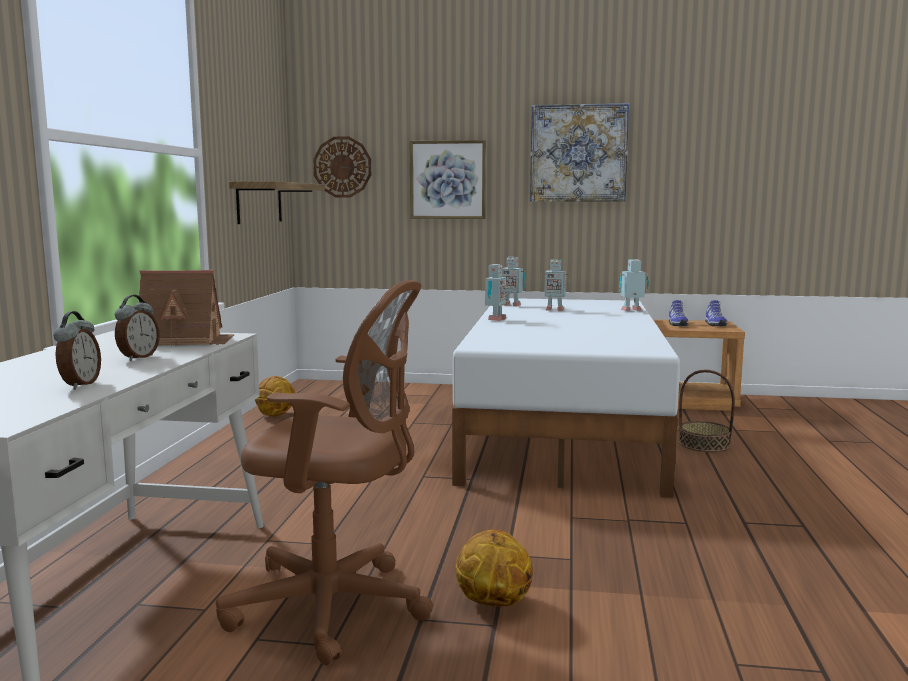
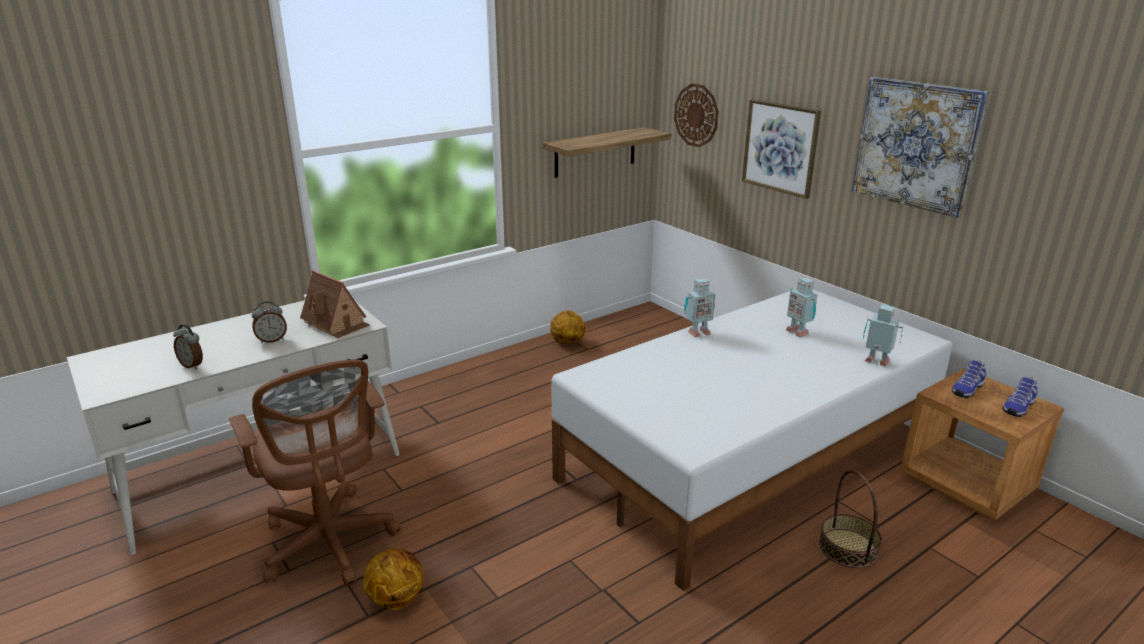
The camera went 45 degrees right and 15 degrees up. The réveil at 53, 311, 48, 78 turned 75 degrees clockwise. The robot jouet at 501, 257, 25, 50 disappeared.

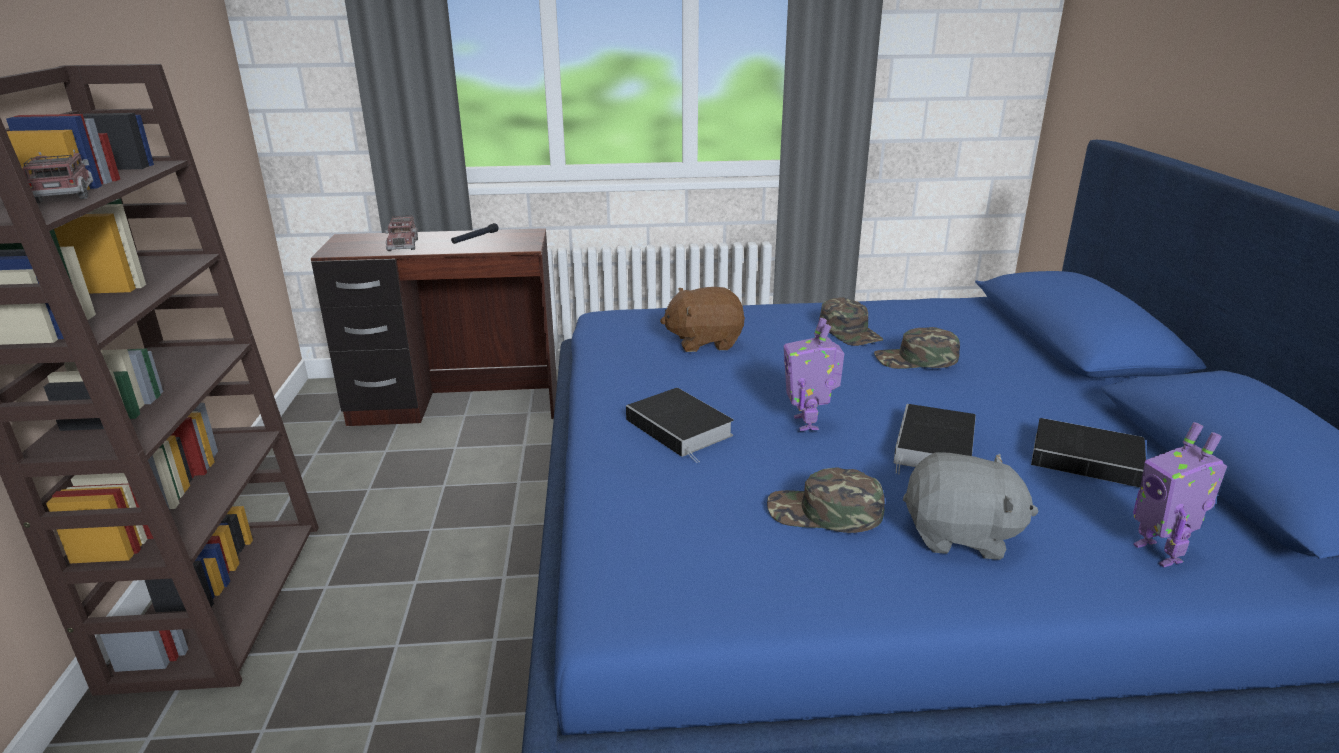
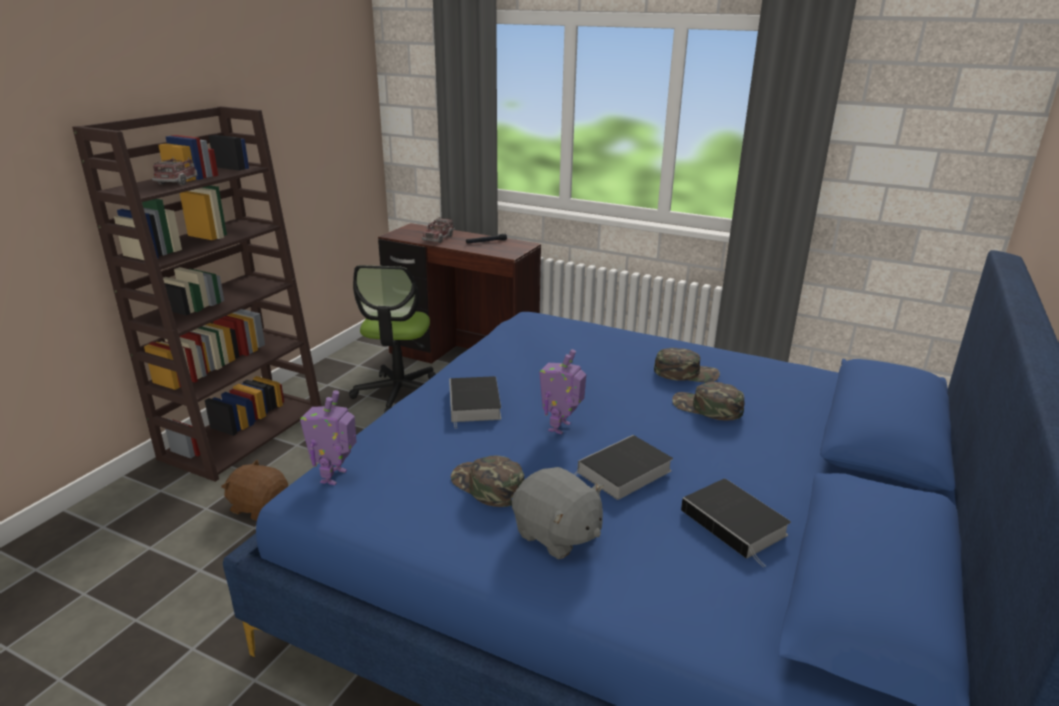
The camera went 30 degrees right and 0 degrees up. The peluche [marron] moved from 660, 287, 85, 65 to 221, 460, 67, 61. The casquette [vert] at 819, 297, 64, 49 turned 90 degrees counterclockwise. The robot jouet moved from 1133, 422, 94, 145 to 300, 390, 57, 95. The chaise de bureau at 349, 265, 87, 148 appeared.

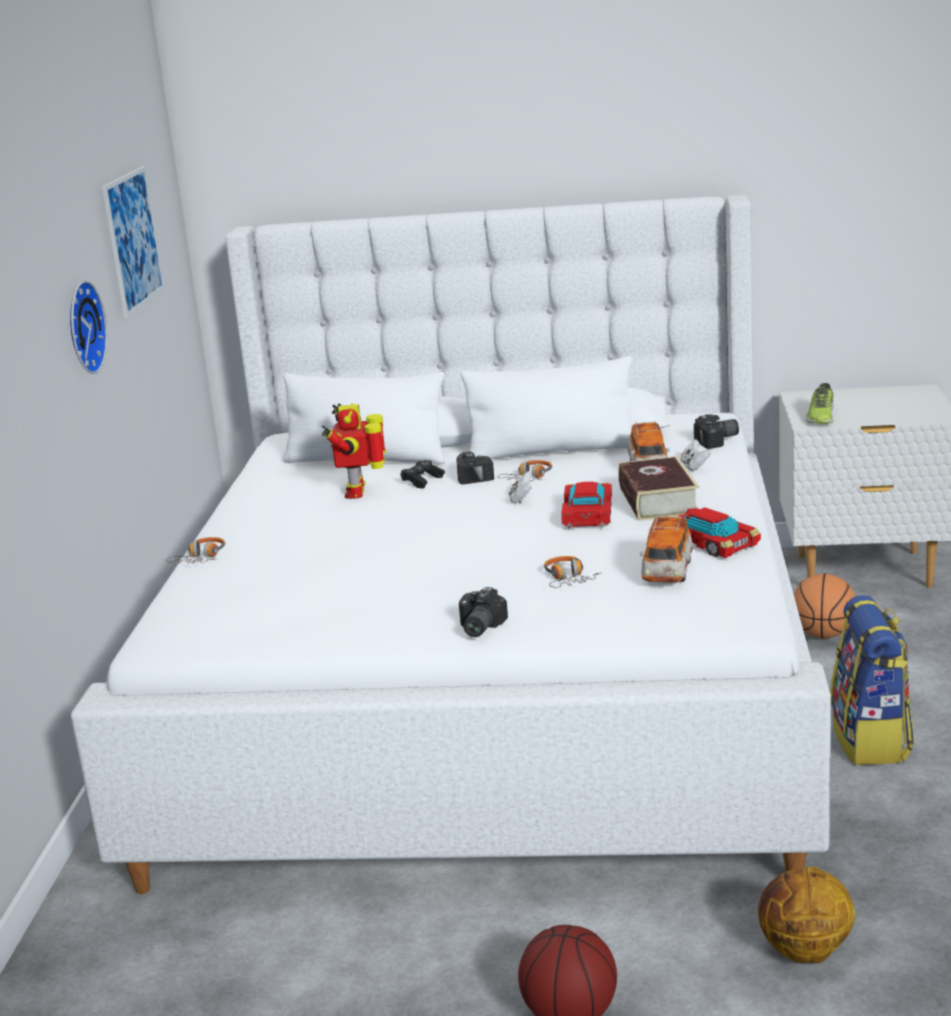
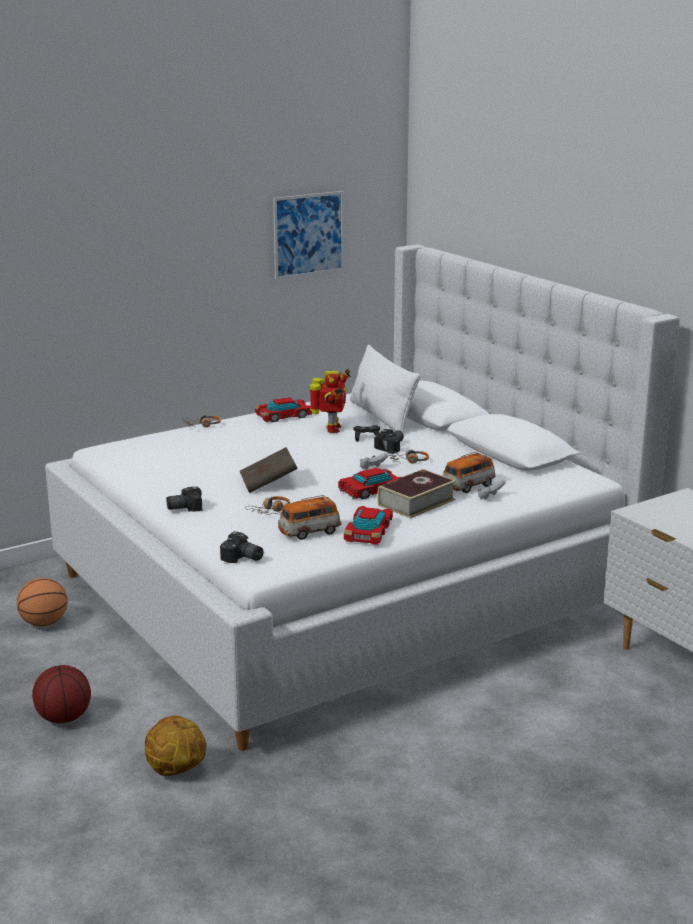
The camera went 50 degrees right and 0 degrees up. The horloge murale at 70, 281, 38, 93 disappeared. The robot jouet at 321, 403, 65, 96 turned 135 degrees clockwise. The coussin [blanc] at 461, 356, 172, 103 disappeared. The appareil photo moved from 694, 415, 45, 34 to 220, 531, 44, 32. The ballon de basket moved from 794, 573, 61, 65 to 16, 578, 52, 48. The chaussure at 806, 383, 28, 41 disappeared. The sac à dos at 830, 595, 85, 170 disappeared. The livre [marron] at 240, 447, 58, 46 appeared. The petite voiture at 255, 397, 57, 25 appeared.

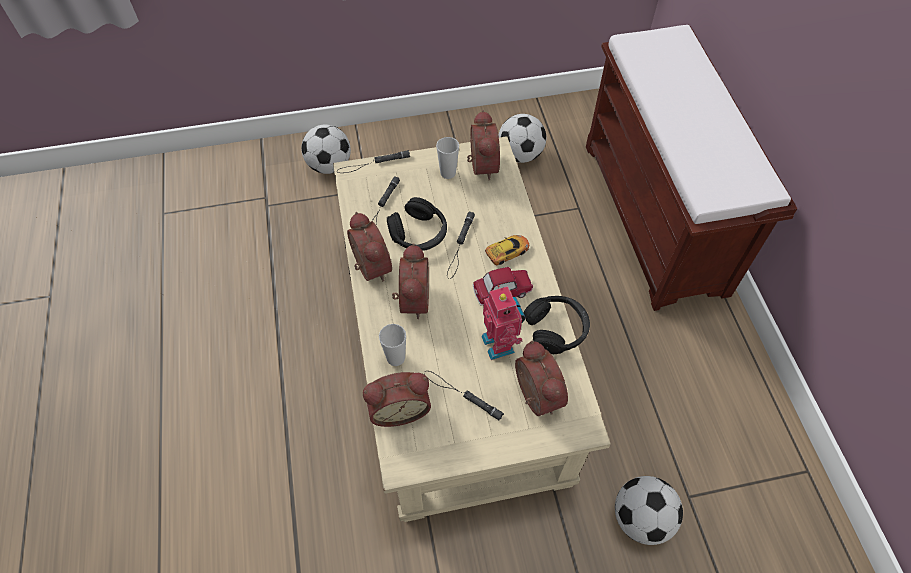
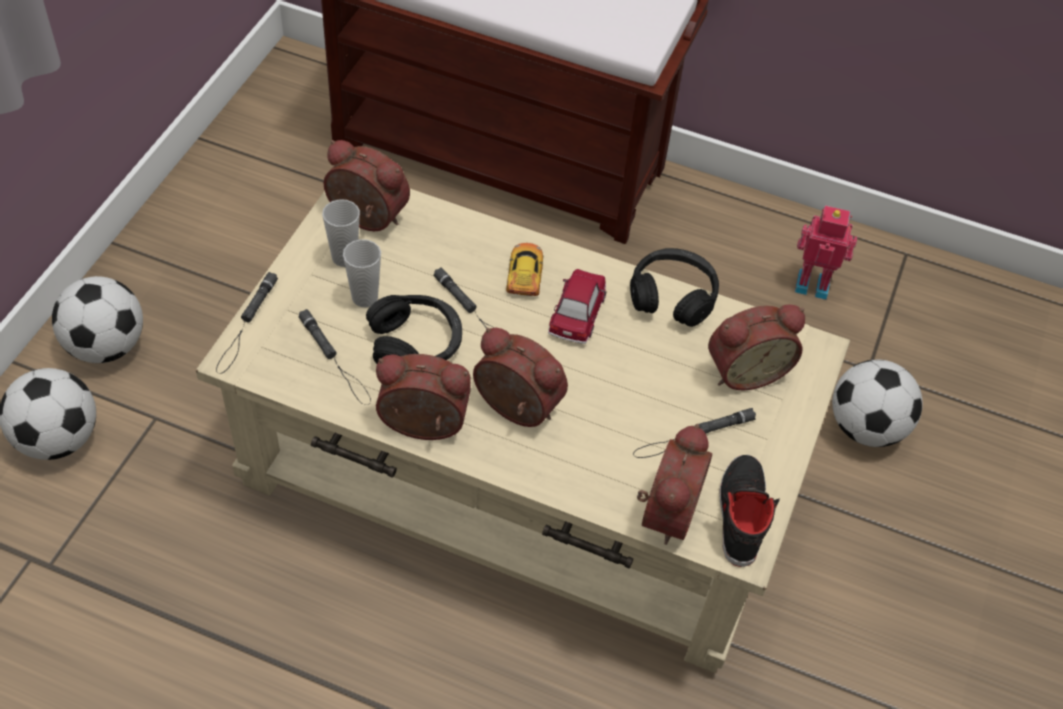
The camera went 60 degrees left and 5 degrees down. The tasse moved from 379, 324, 27, 42 to 343, 239, 38, 68. The robot jouet moved from 481, 285, 44, 75 to 795, 205, 62, 95. The ballon de foot moved from 499, 114, 47, 49 to 52, 276, 91, 87. The réveil at 515, 340, 53, 76 turned 150 degrees clockwise. The chaussure [noir] at 720, 455, 60, 112 appeared.

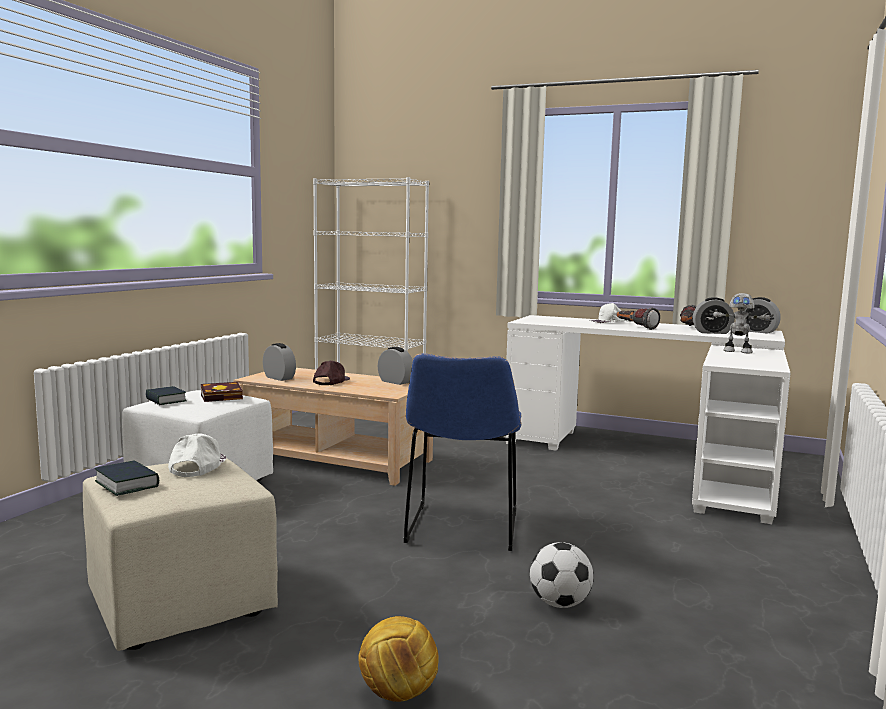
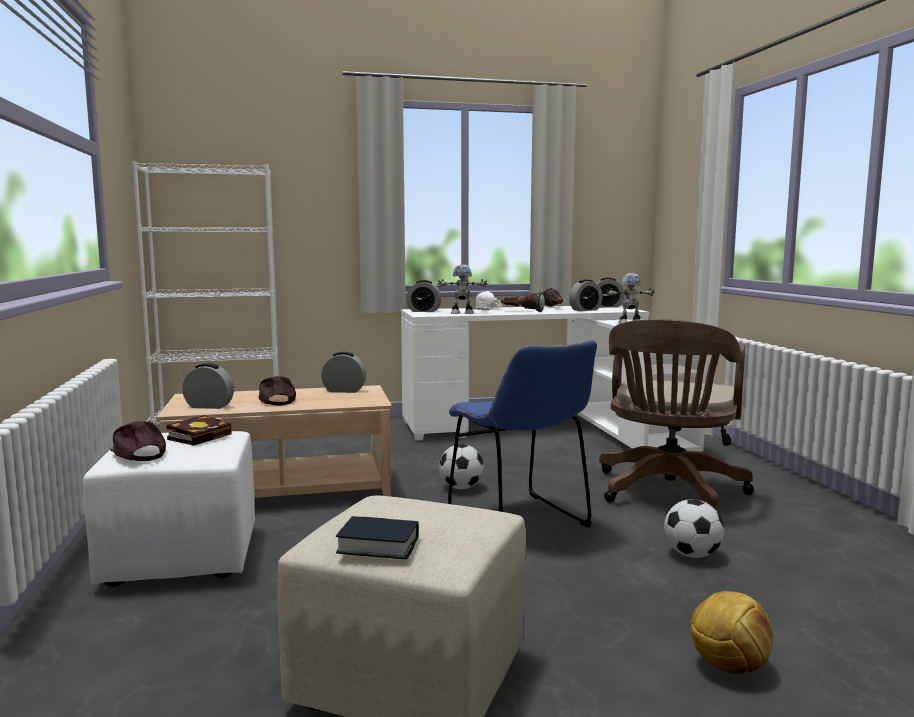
The camera went 35 degrees left and 0 degrees up. The livre at 146, 386, 41, 19 was replaced by the casquette [marron] at 110, 421, 56, 40. The casquette [blanc] at 168, 433, 58, 44 disappeared. The réveil at 406, 280, 35, 32 appeared. The robot jouet at 437, 264, 50, 50 appeared. The ballon de foot at 439, 444, 45, 45 appeared. The chaise de bureau [marron] at 599, 319, 155, 189 appeared.

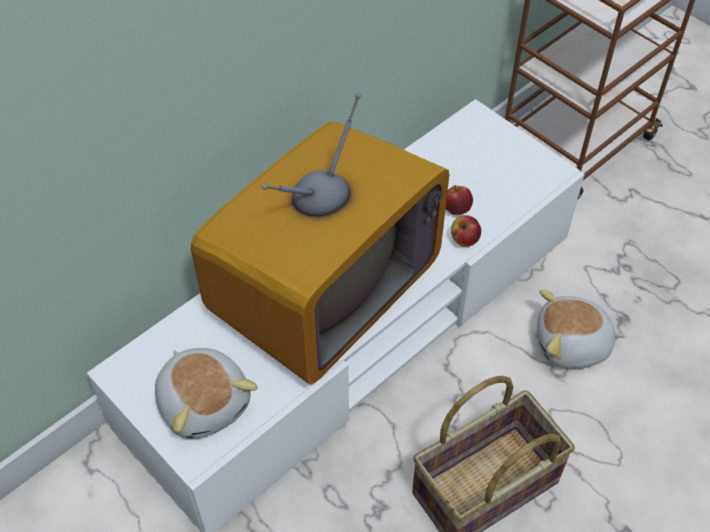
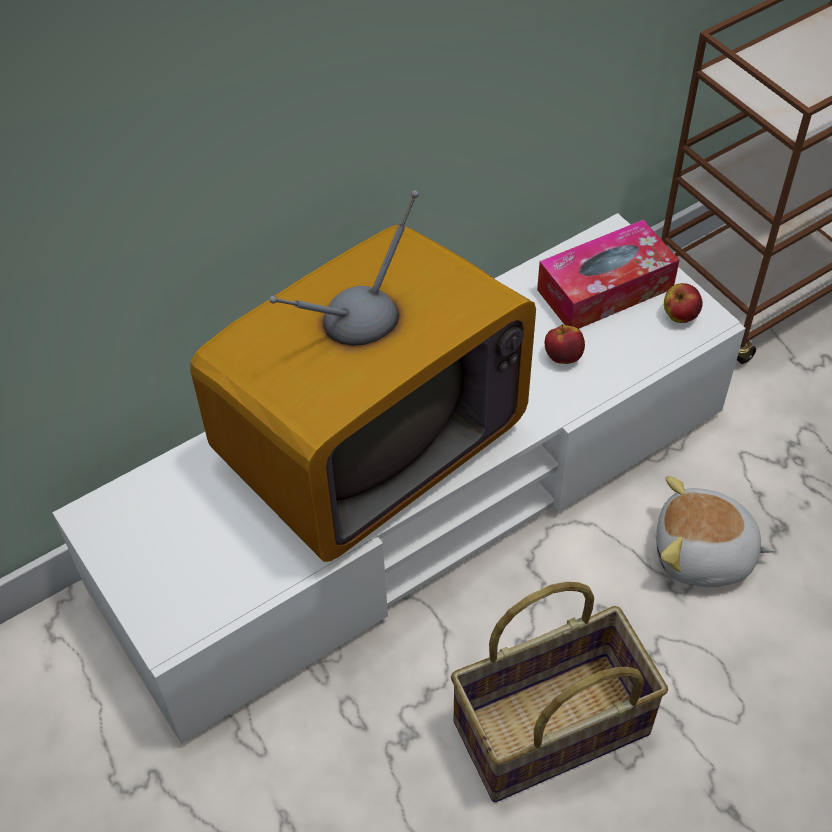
The camera went 10 degrees right and 0 degrees up. The peluche at 155, 348, 103, 91 disappeared. The pomme moved from 451, 215, 30, 32 to 664, 283, 39, 40. The boîte à mouchoirs at 537, 220, 142, 109 appeared.

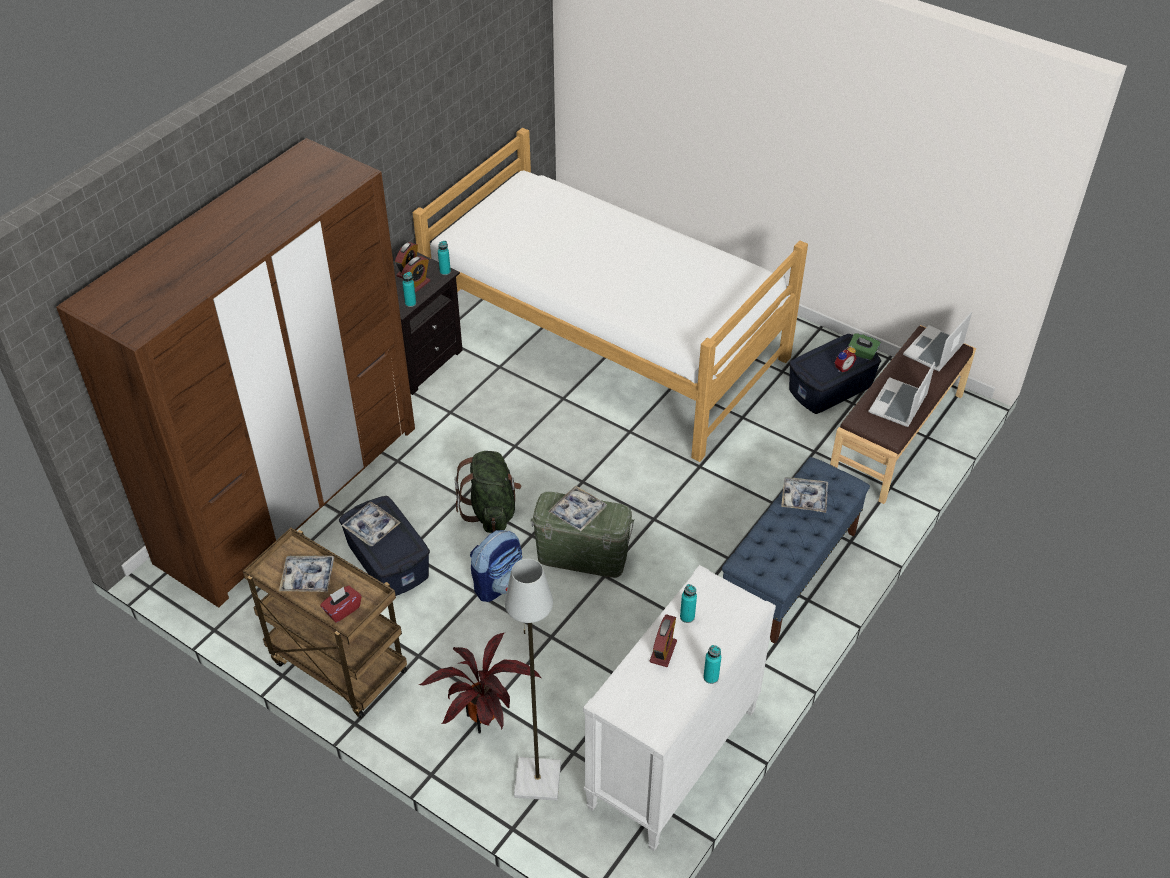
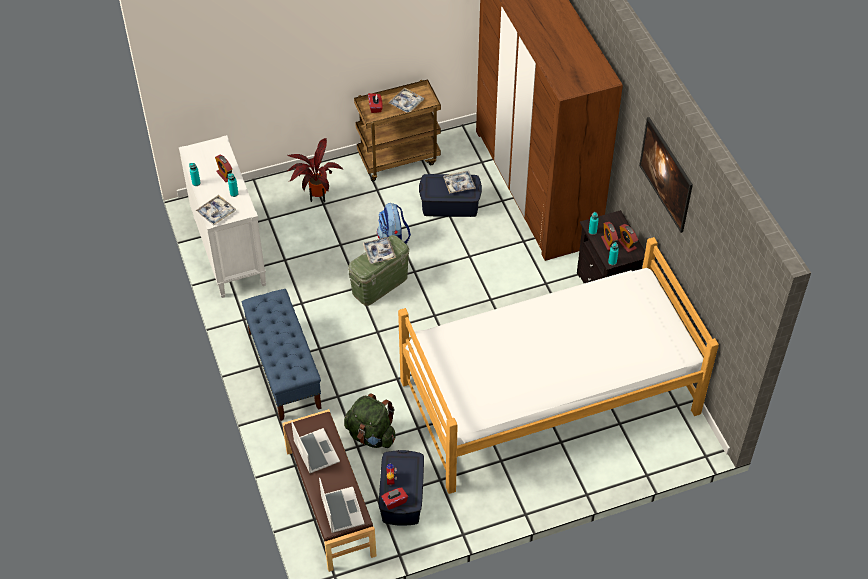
The camera went 125 degrees right and 5 degrees up. The sac à dos [vert] moved from 455, 451, 66, 82 to 344, 393, 52, 55. The lampadaire [gris] at 505, 559, 56, 242 disappeared. The plateau moved from 781, 477, 47, 36 to 196, 195, 40, 31. The boîte à mouchoirs [vert] at 848, 333, 33, 28 became the boîte à mouchoirs [rouge] at 381, 487, 27, 23. The tableau at 639, 117, 54, 116 appeared.

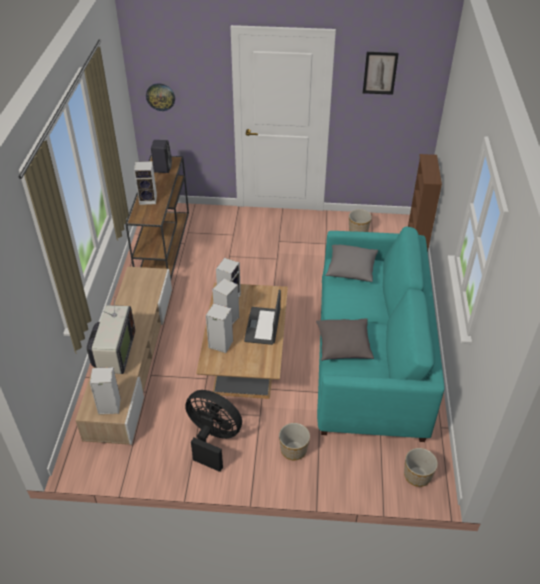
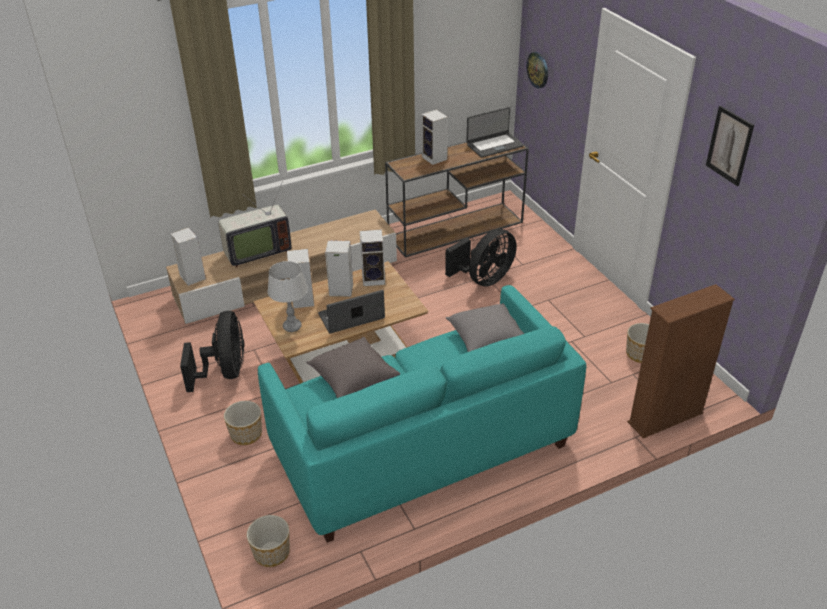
The camera went 60 degrees right and 5 degrees down. The enceinte [noir] at 151, 140, 21, 33 was replaced by the ordinateur portable at 466, 107, 57, 51. The lampe de table [gris] at 268, 261, 40, 71 appeared. The ventilateur [noir] at 445, 229, 72, 58 appeared.

